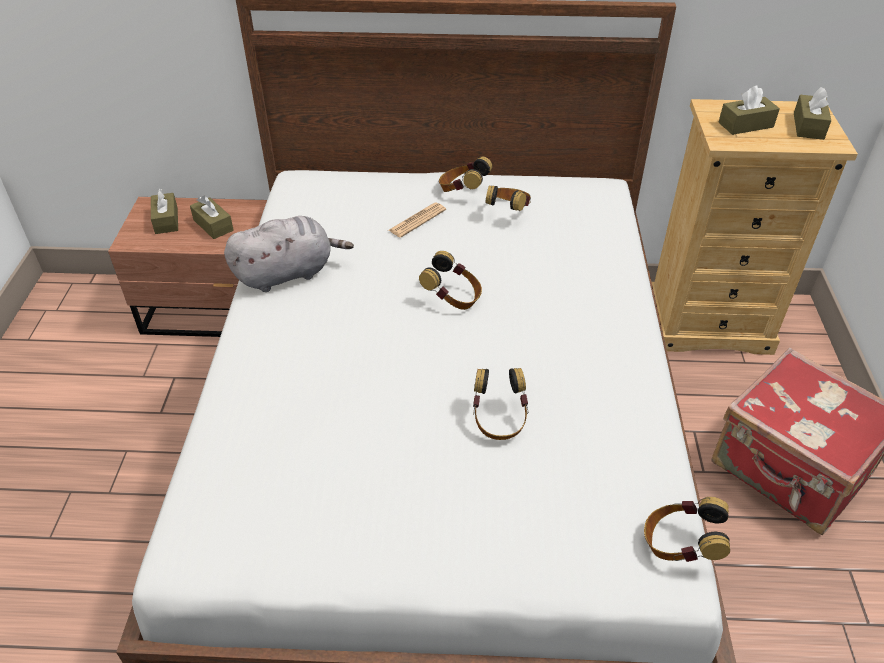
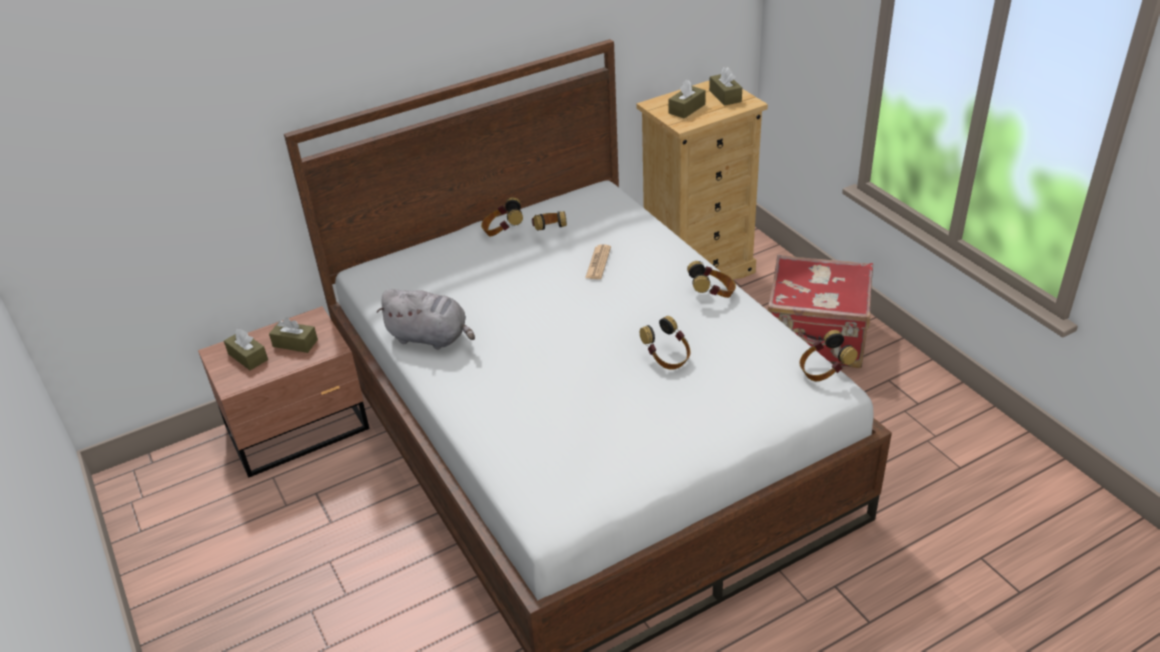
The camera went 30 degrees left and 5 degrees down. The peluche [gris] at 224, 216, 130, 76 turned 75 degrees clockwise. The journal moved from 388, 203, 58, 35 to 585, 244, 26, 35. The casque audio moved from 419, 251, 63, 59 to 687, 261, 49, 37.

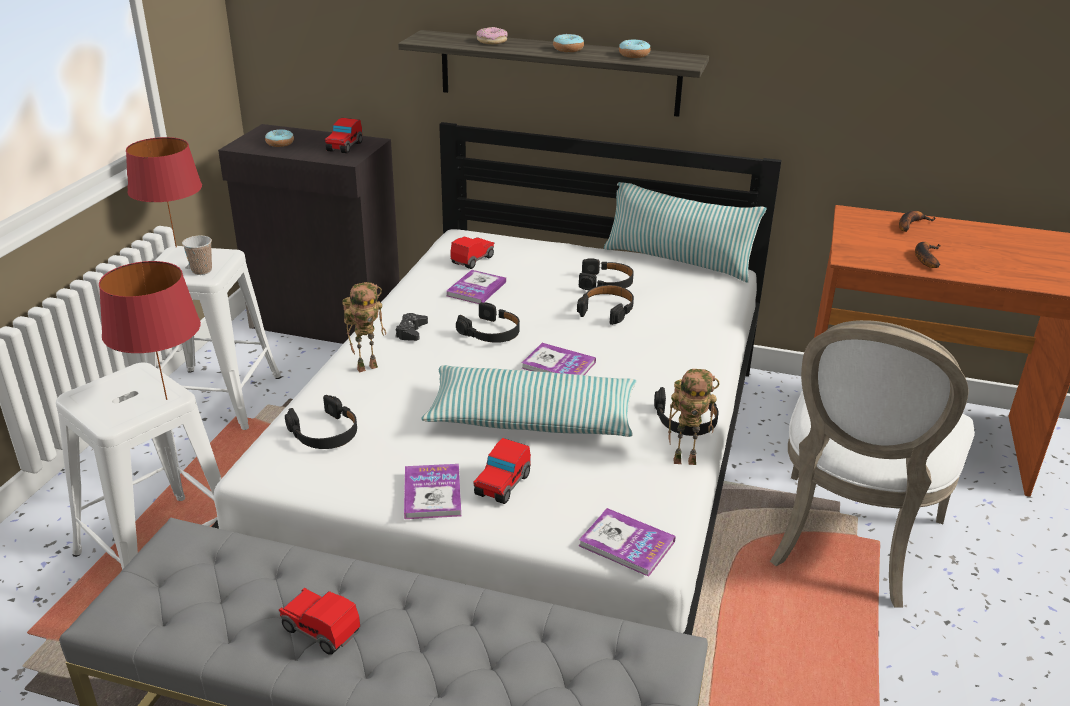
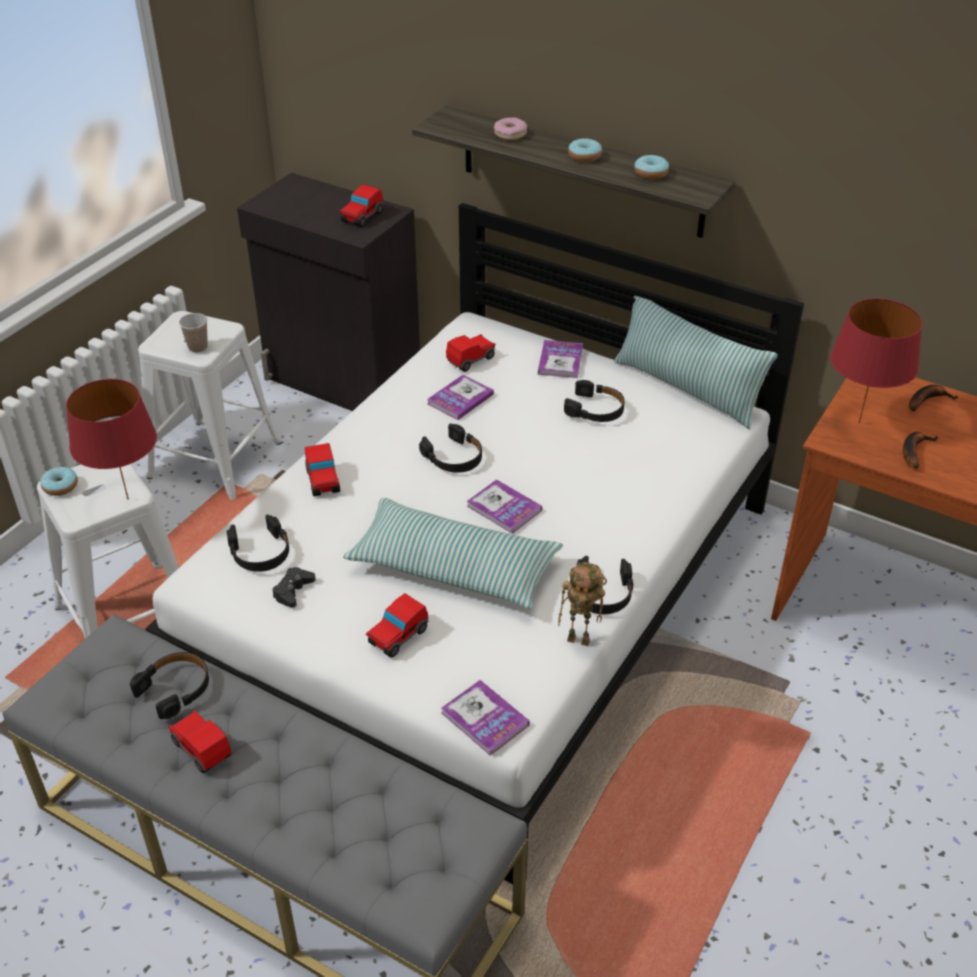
The camera went 15 degrees right and 10 degrees up. The lampe de table [rouge] moved from 126, 137, 76, 110 to 830, 299, 92, 125. The beignet moved from 265, 129, 29, 18 to 40, 467, 38, 29. The robot jouet at 342, 282, 44, 90 was replaced by the petite voiture at 305, 443, 35, 53. The manette [noir] moved from 396, 313, 32, 28 to 273, 567, 43, 41. The livre moved from 404, 464, 57, 55 to 538, 340, 45, 38. The casque audio [noir] moved from 577, 285, 57, 40 to 130, 652, 79, 67. The chaise [blanc] at 770, 320, 205, 288 disappeared.

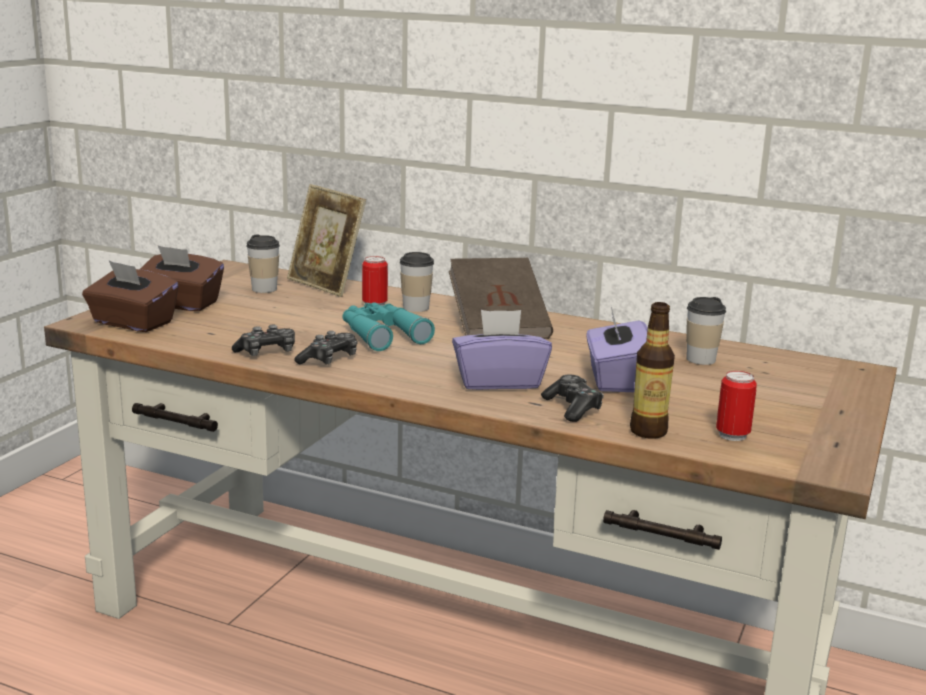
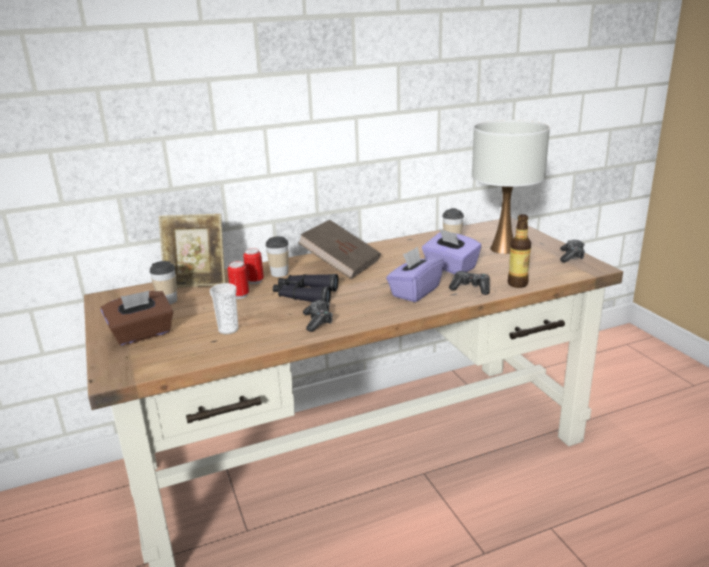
The camera went 45 degrees left and 5 degrees up. The boîte à mouchoirs [marron] at 82, 261, 97, 71 disappeared. The manette moved from 232, 325, 63, 31 to 560, 240, 25, 22. The jumelles [turquoise] at 342, 302, 93, 49 became the jumelles [noir] at 273, 274, 65, 29. The boîte métallique moved from 716, 371, 41, 70 to 227, 261, 22, 38. The tasse at 210, 283, 28, 52 appeared. The lampe de table [blanc] at 472, 120, 78, 134 appeared.

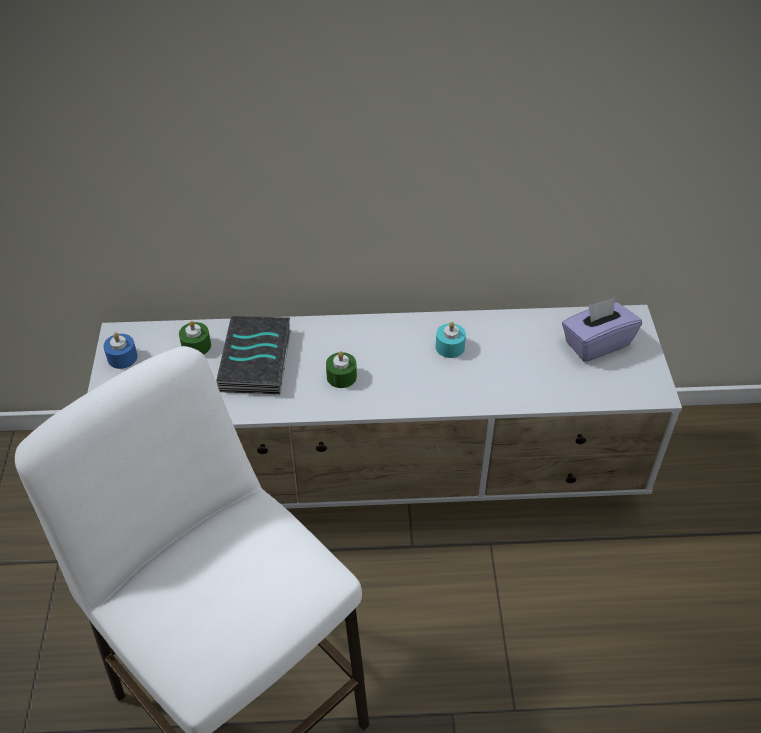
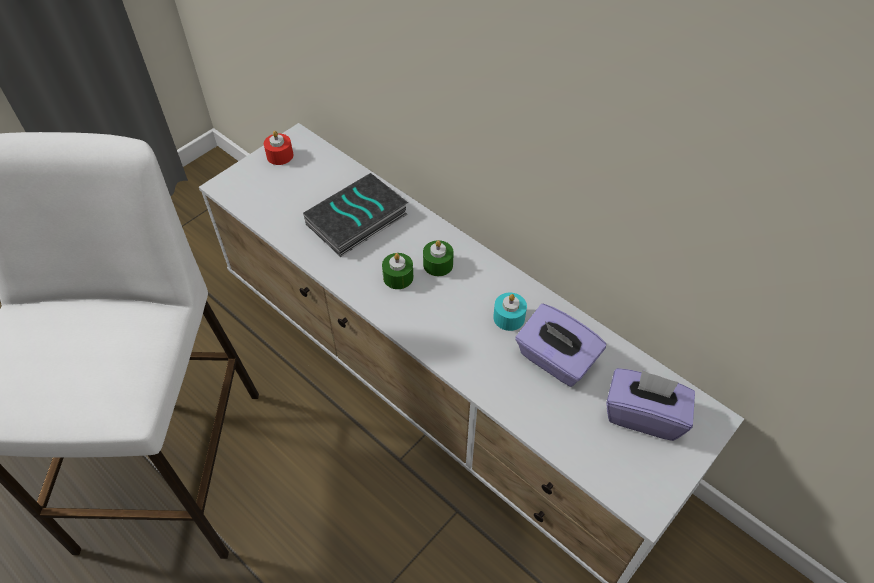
The camera went 45 degrees right and 5 degrees up. The bougie [bleu] at 103, 332, 35, 37 became the bougie [rouge] at 264, 131, 29, 34. The bougie [vert] moved from 179, 321, 32, 34 to 423, 240, 31, 36. The boîte à mouchoirs [violet] at 515, 304, 91, 83 appeared.

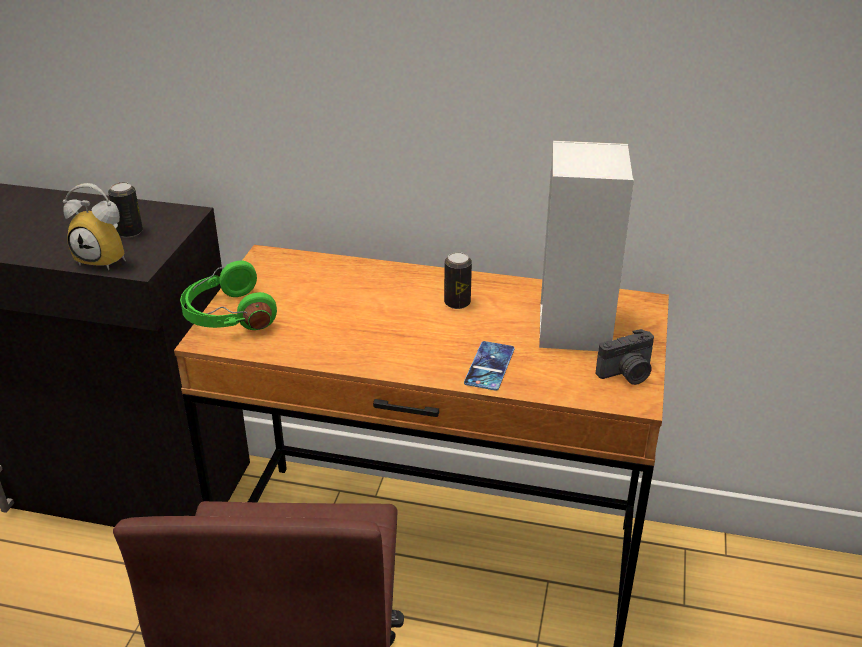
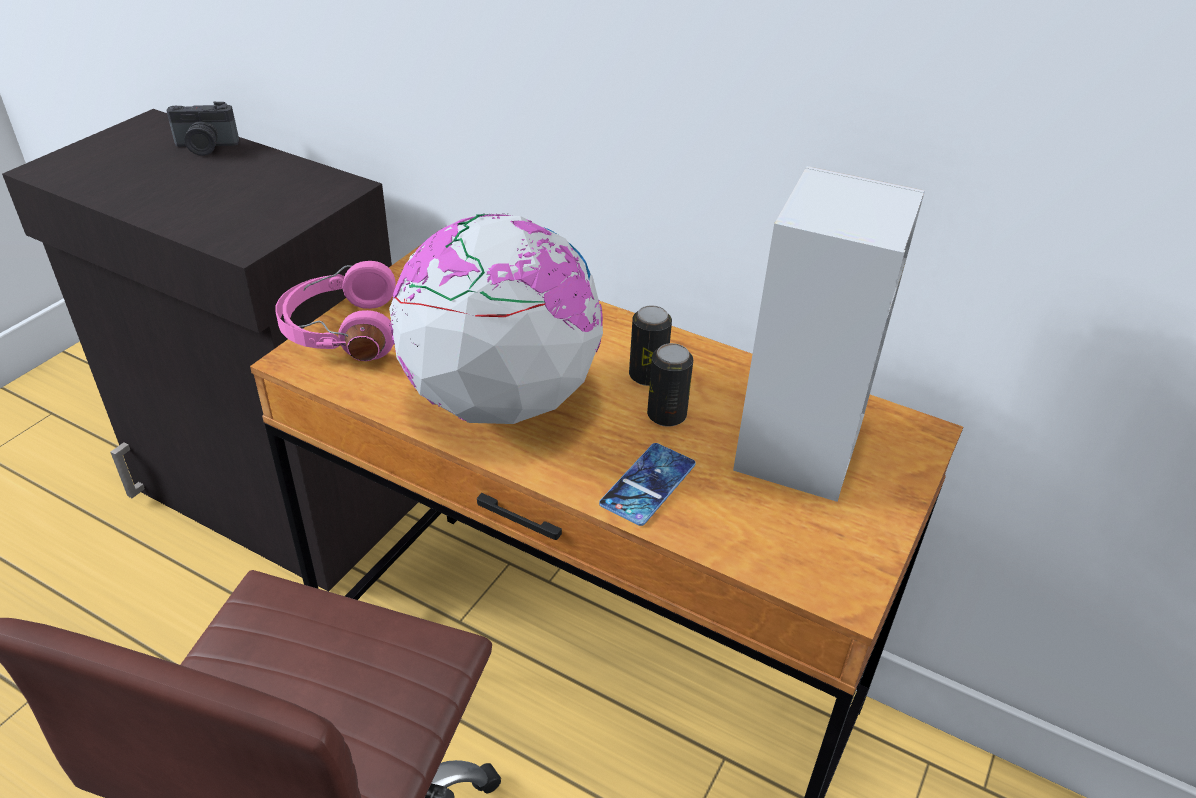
The camera went 15 degrees right and 5 degrees up. The réveil at 63, 183, 63, 87 disappeared. The boîte métallique moved from 108, 182, 35, 56 to 647, 343, 46, 84. The casque audio [vert] at 180, 260, 97, 70 became the casque audio [rose] at 276, 261, 120, 100. The appareil photo moved from 596, 329, 58, 56 to 166, 102, 73, 54. The globe at 389, 214, 214, 210 appeared.

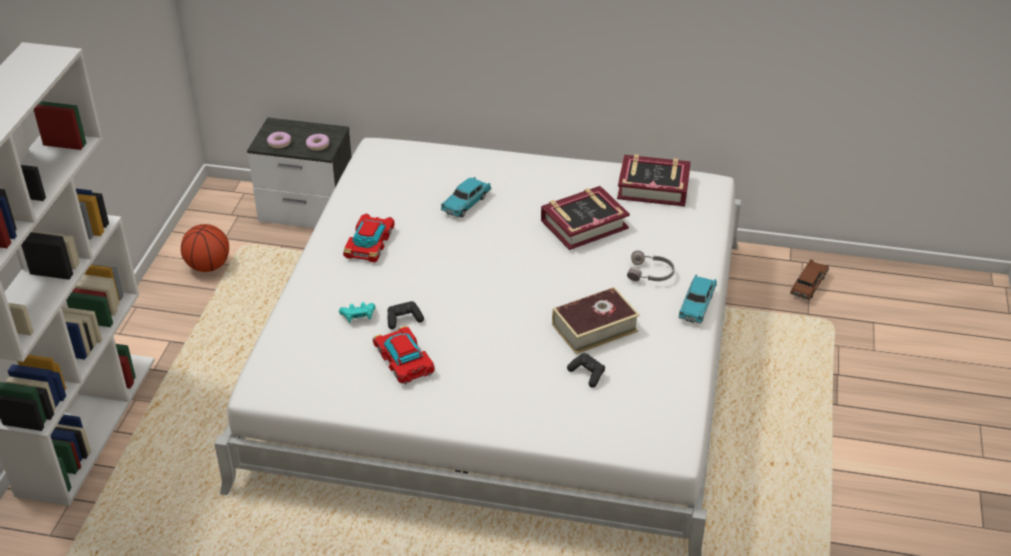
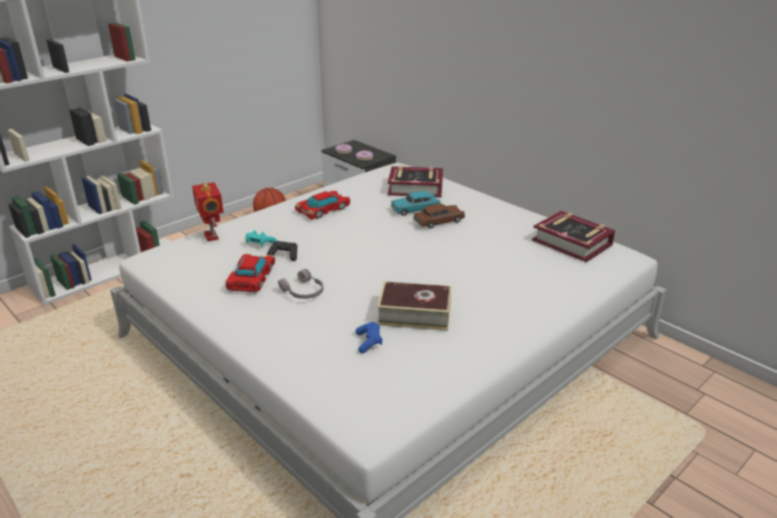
The camera went 35 degrees right and 10 degrees down. The livre moved from 541, 186, 89, 64 to 388, 166, 55, 31. The manette [noir] at 567, 353, 38, 35 became the manette [bleu] at 356, 322, 26, 31. The casque audio [gris] moved from 627, 250, 47, 31 to 278, 269, 45, 30. The petite voiture [turquoise] at 679, 275, 38, 49 disappeared. The petite voiture [marron] moved from 790, 260, 39, 41 to 413, 203, 52, 25. The robot jouet at 192, 182, 31, 60 appeared.

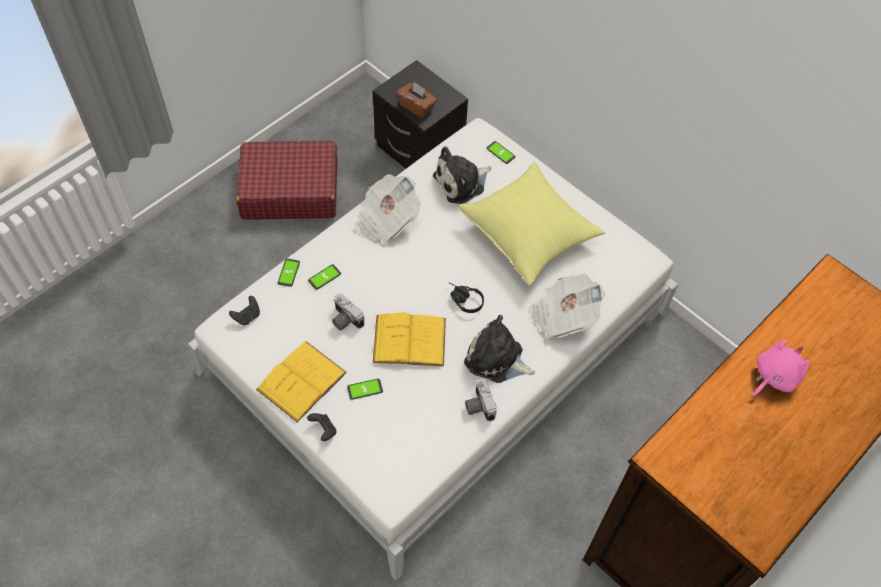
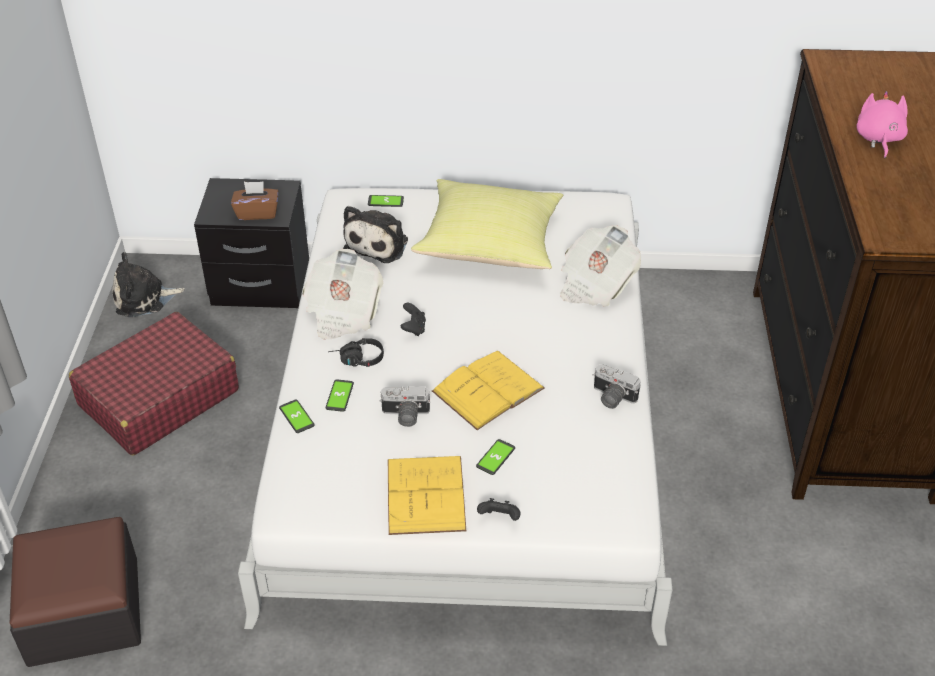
The camera went 40 degrees left and 15 degrees down. The manette [noir] moved from 229, 296, 31, 29 to 401, 303, 25, 33. The casque audio [noir] moved from 448, 282, 36, 31 to 328, 338, 56, 29. The peluche moved from 464, 315, 71, 68 to 113, 252, 72, 65. The pouf at 10, 517, 131, 150 appeared.

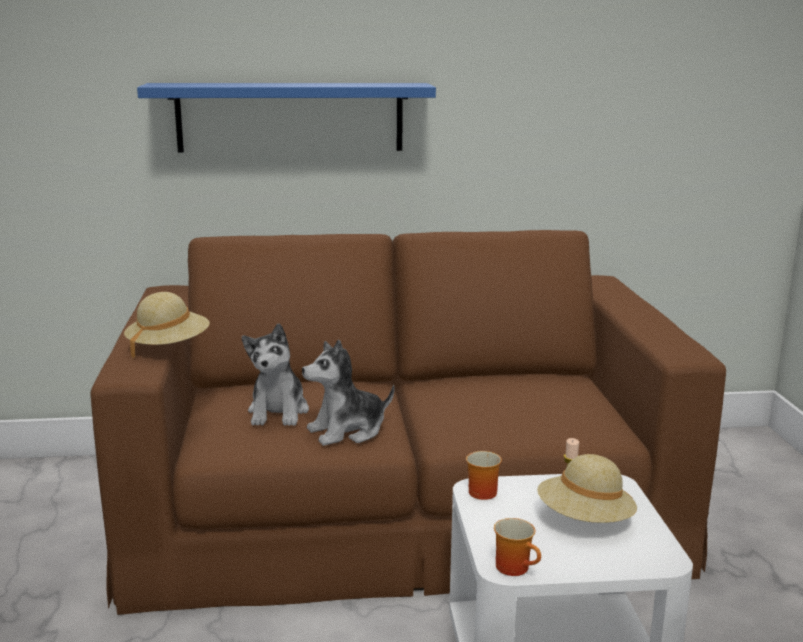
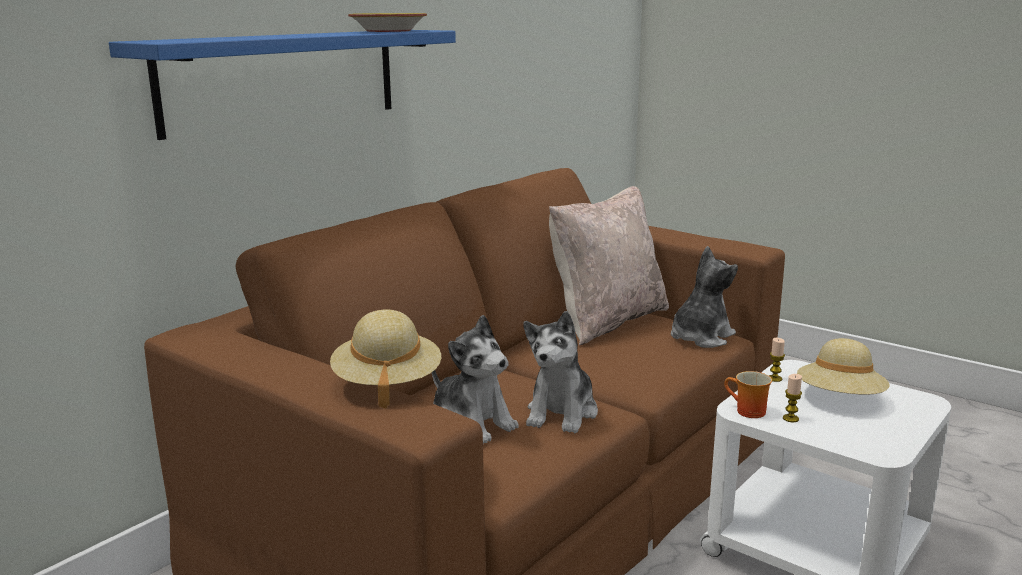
The camera went 45 degrees left and 0 degrees up. The mug at 494, 518, 47, 58 disappeared. The bol at 348, 13, 79, 19 appeared. The coussin [beige] at 549, 186, 120, 159 appeared. The peluche at 671, 246, 67, 102 appeared. The bougie at 783, 374, 19, 48 appeared.

